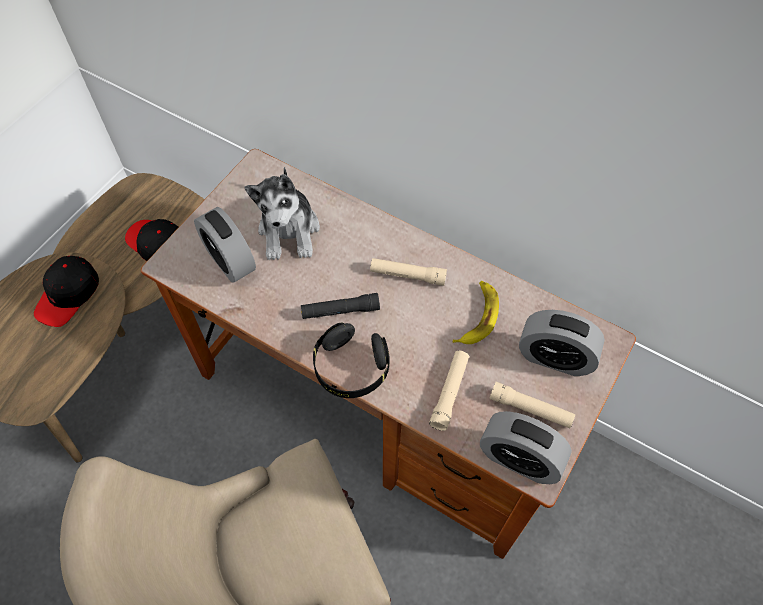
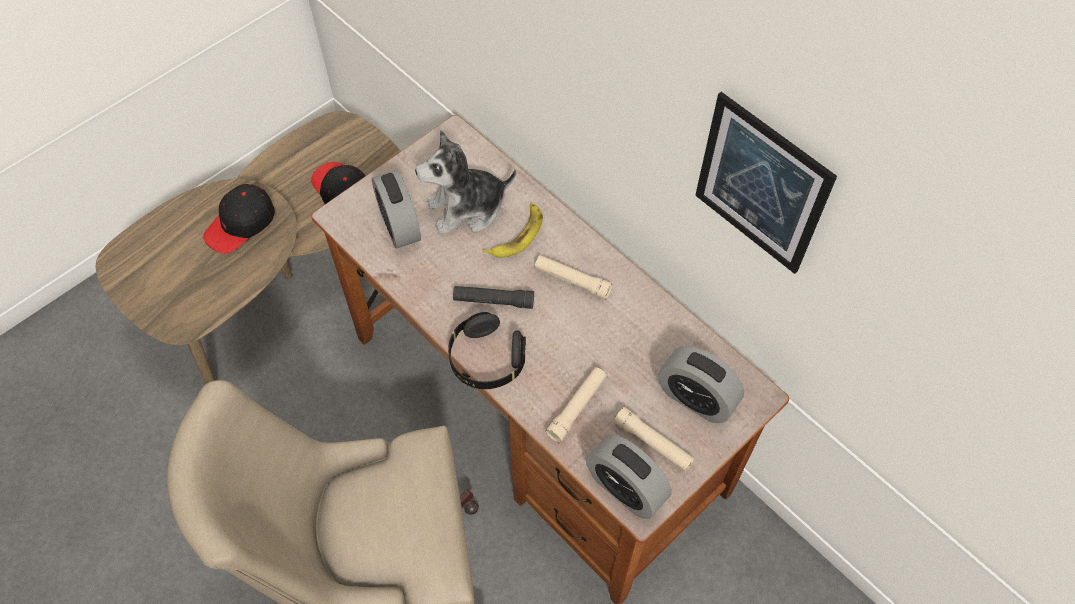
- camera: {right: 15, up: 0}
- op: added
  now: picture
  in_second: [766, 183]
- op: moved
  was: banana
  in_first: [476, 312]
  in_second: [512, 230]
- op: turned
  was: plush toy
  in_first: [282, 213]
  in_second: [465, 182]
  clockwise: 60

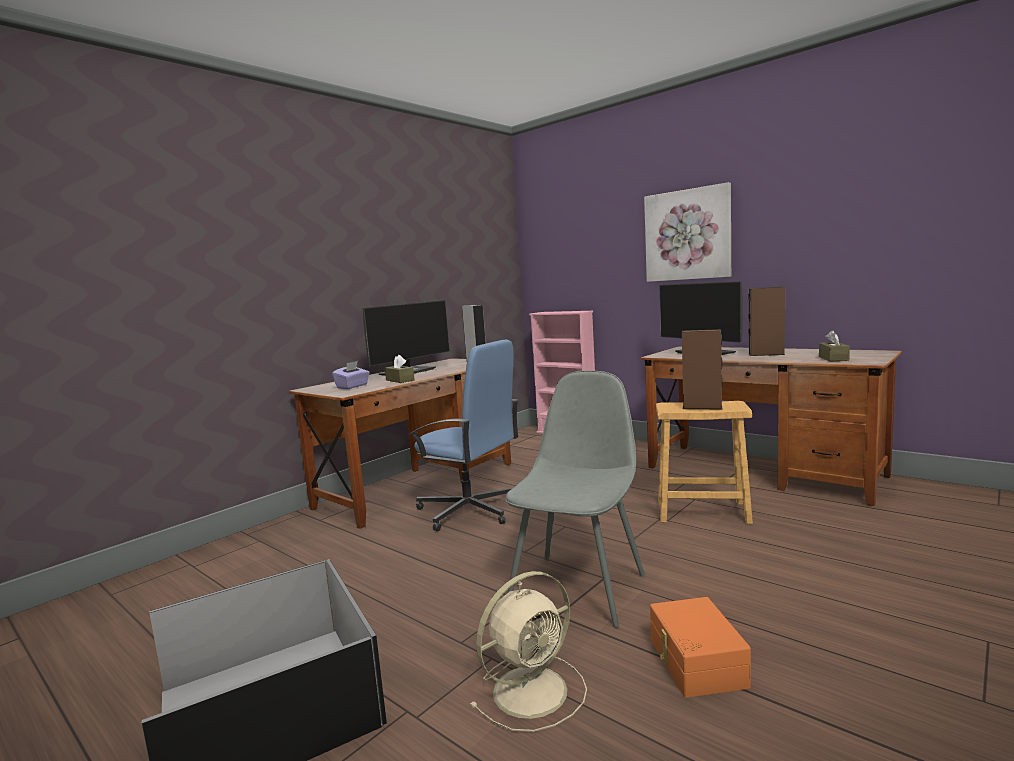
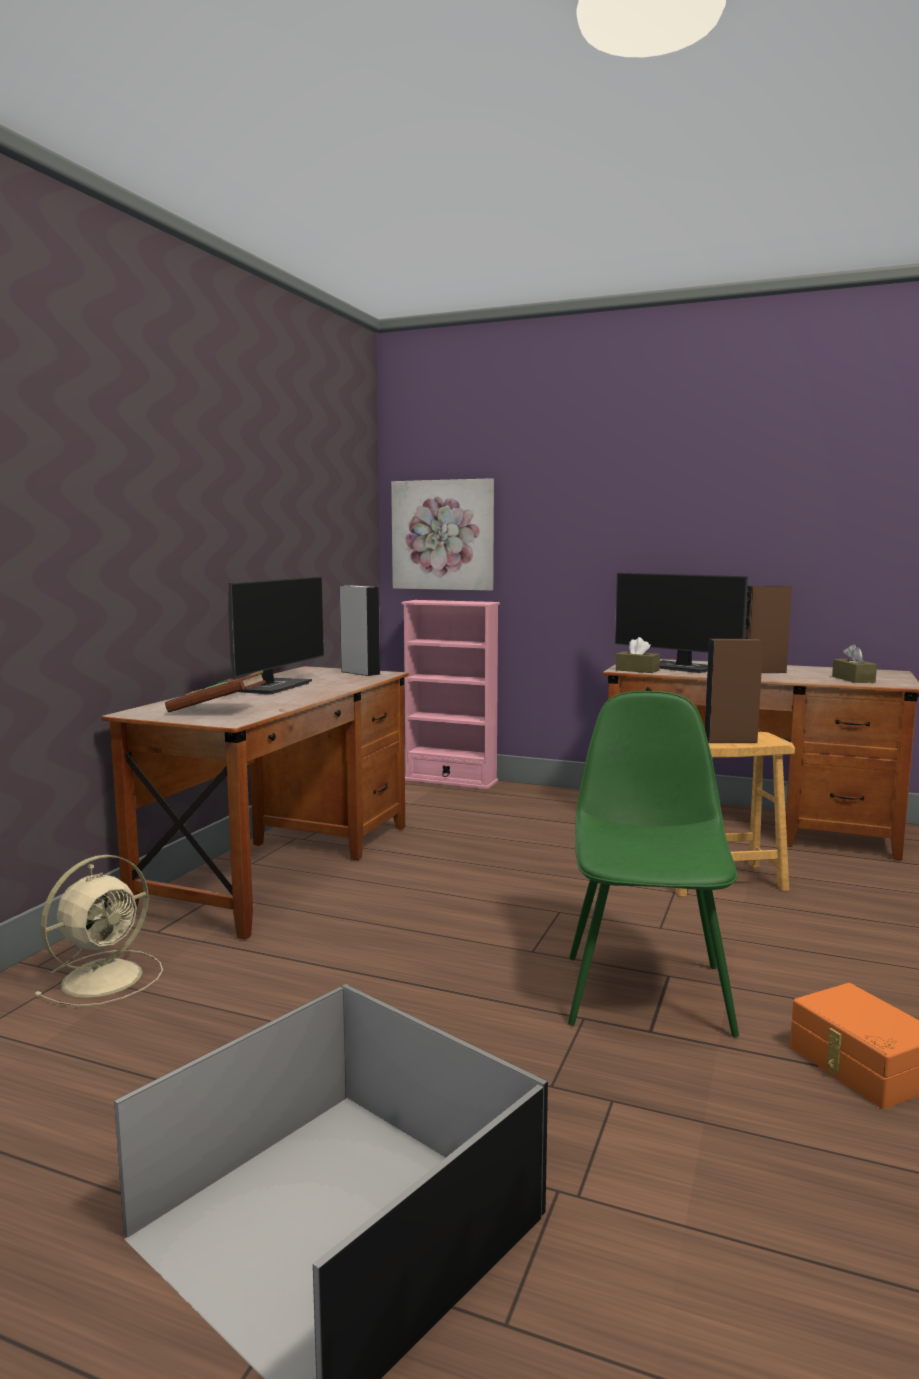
- camera: {right: -20, up: 0}
- op: removed
  was: blue office chair
  in_first: [463, 435]
- op: moved
  was: brown tissue box
  in_first: [400, 369]
  in_second: [638, 655]
- op: moved
  was: beige fan
  in_first: [528, 651]
  in_second: [98, 931]
- op: moved
  was: picture
  in_first: [687, 232]
  in_second: [442, 534]
- op: replaced
  was: purple tissue box
  now: brown book
  in_first: [351, 375]
  in_second: [215, 691]
- op: recoloured
  was: grey chair
  now: green chair
  in_first: [575, 499]
  in_second: [653, 864]

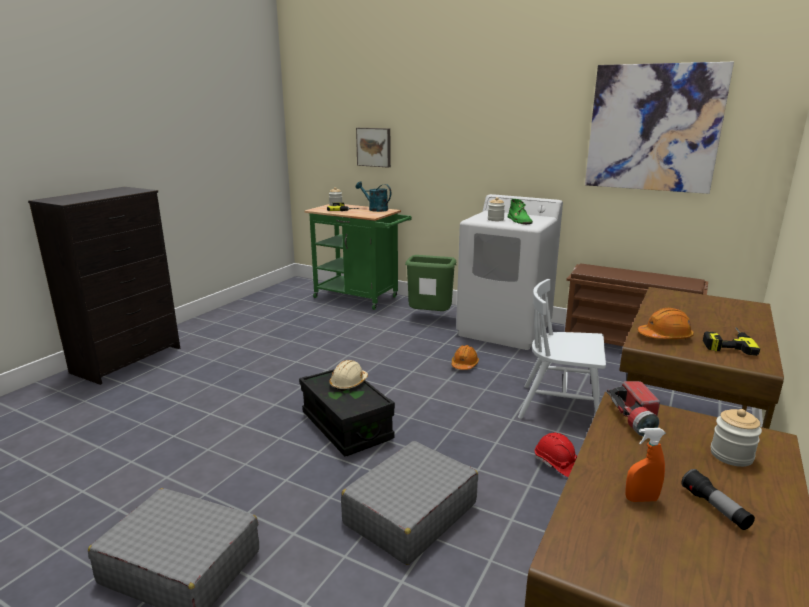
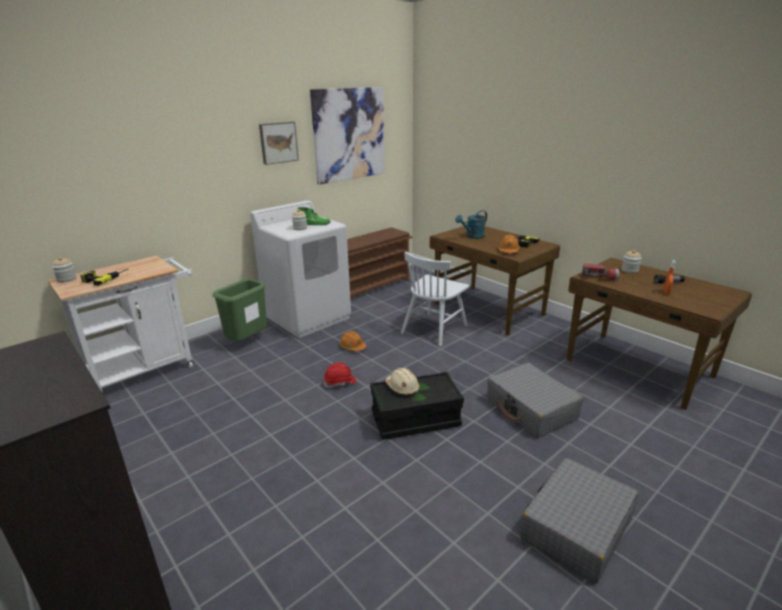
- camera: {right: -70, up: 5}
- op: moved
  was: picture
  in_first: [373, 148]
  in_second: [279, 143]
- op: moved
  was: turquoise watering can
  in_first: [373, 196]
  in_second: [471, 224]
- op: moved
  was: red hard hat
  in_first: [556, 455]
  in_second: [340, 375]
- op: recoloured
  was: green cart
  now: white cart
  in_first: [358, 257]
  in_second: [121, 324]

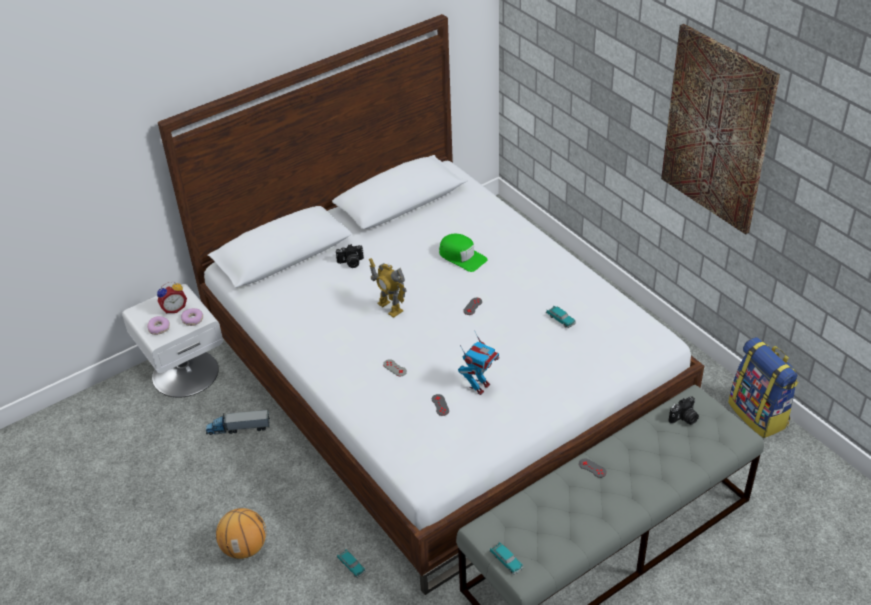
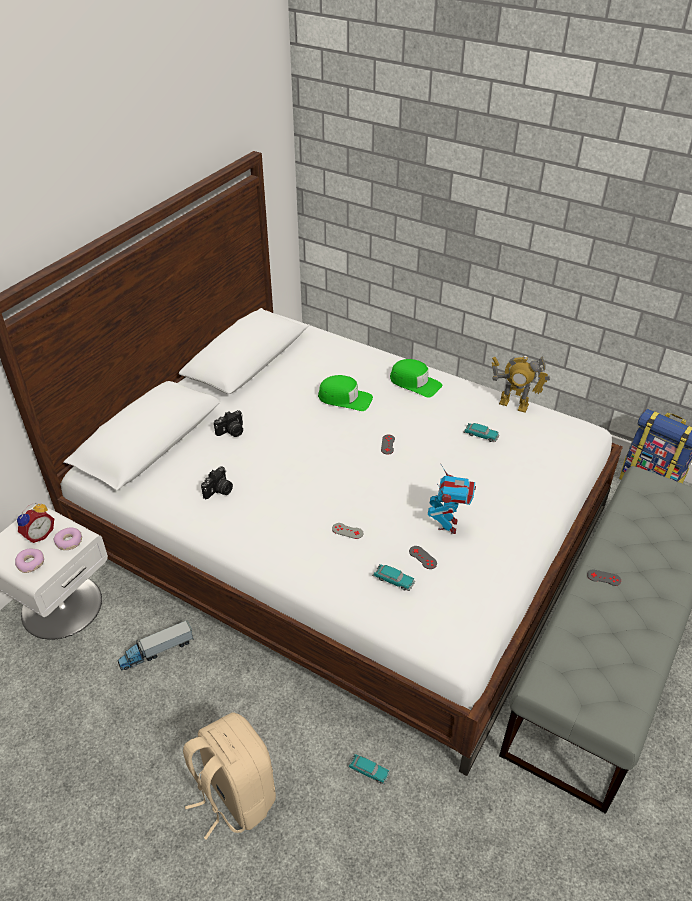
- camera: {right: -25, up: 0}
- op: removed
  was: picture
  in_first: [720, 129]
- op: added
  now: green cap
  in_second: [416, 378]
- op: moved
  was: toy robot
  in_first: [388, 288]
  in_second: [521, 384]
- op: moved
  was: toy car
  in_first: [506, 558]
  in_second: [393, 577]
- op: moved
  was: photo camera
  in_first: [683, 411]
  in_second: [217, 482]
- op: replaced
  was: basketball
  now: beige backpack
  in_first: [241, 533]
  in_second: [229, 776]

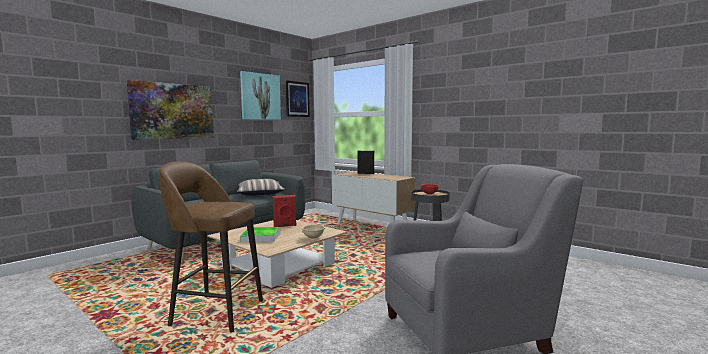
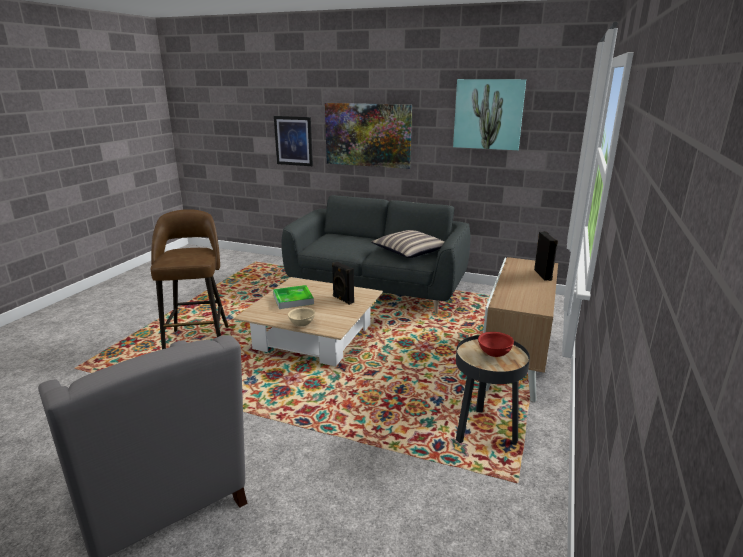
- camera: {right: 70, up: 15}
- op: moved
  was: picture
  in_first: [298, 98]
  in_second: [293, 141]
- op: recoloured
  was: red speaker
  now: black speaker
  in_first: [285, 211]
  in_second: [343, 283]

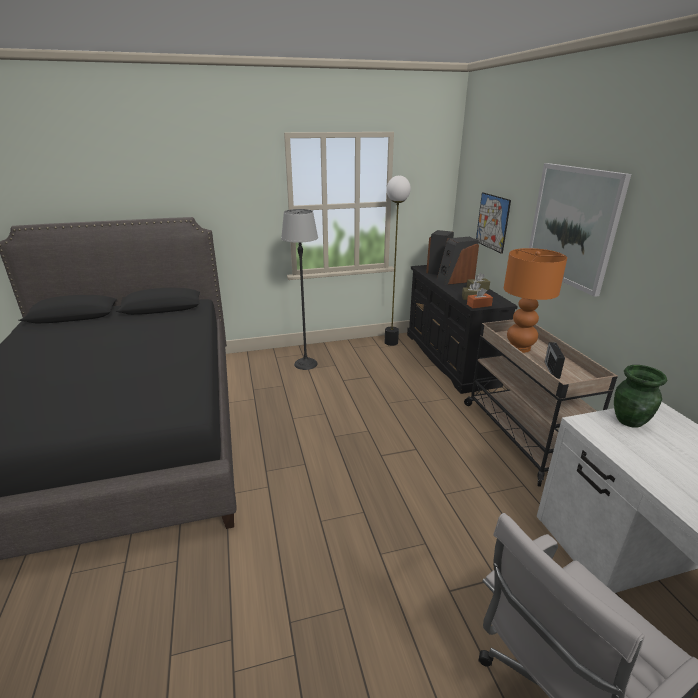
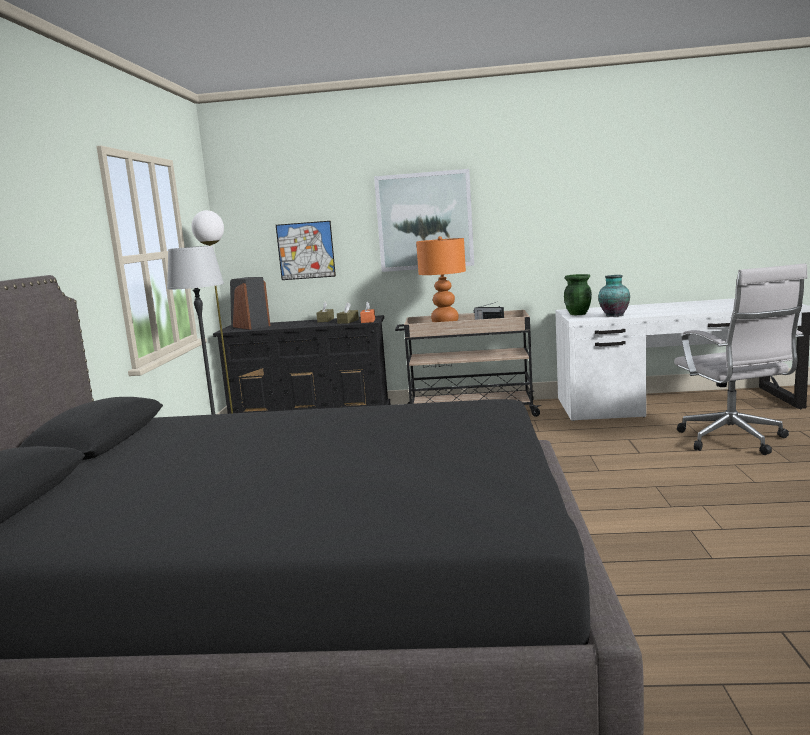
- camera: {right: -70, up: -15}
- op: removed
  was: speaker
  in_first: [458, 261]
- op: added
  now: vase
  in_second: [614, 296]

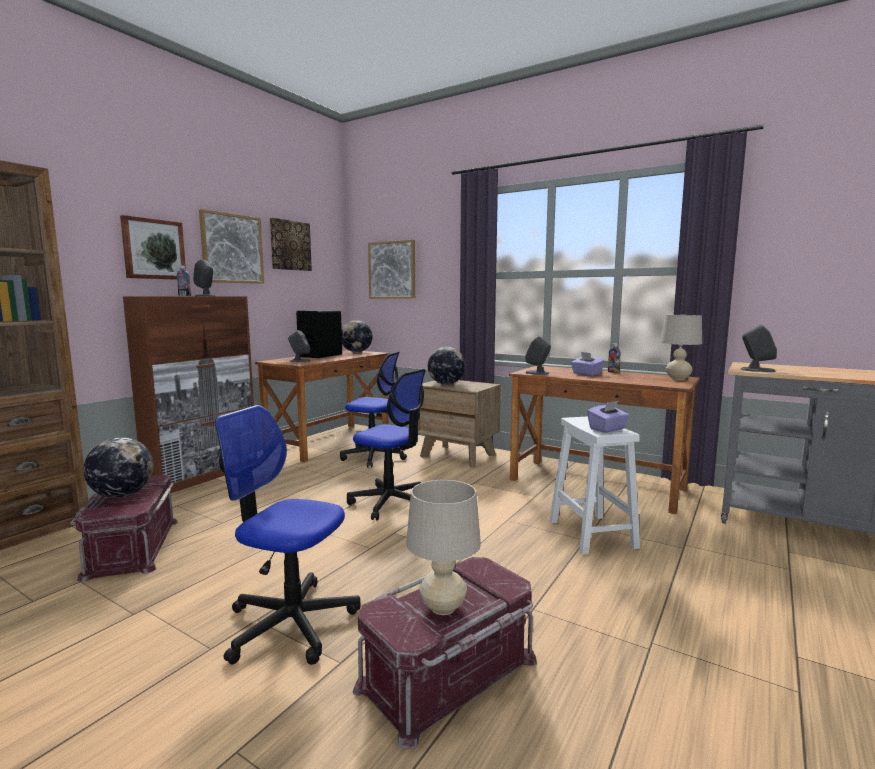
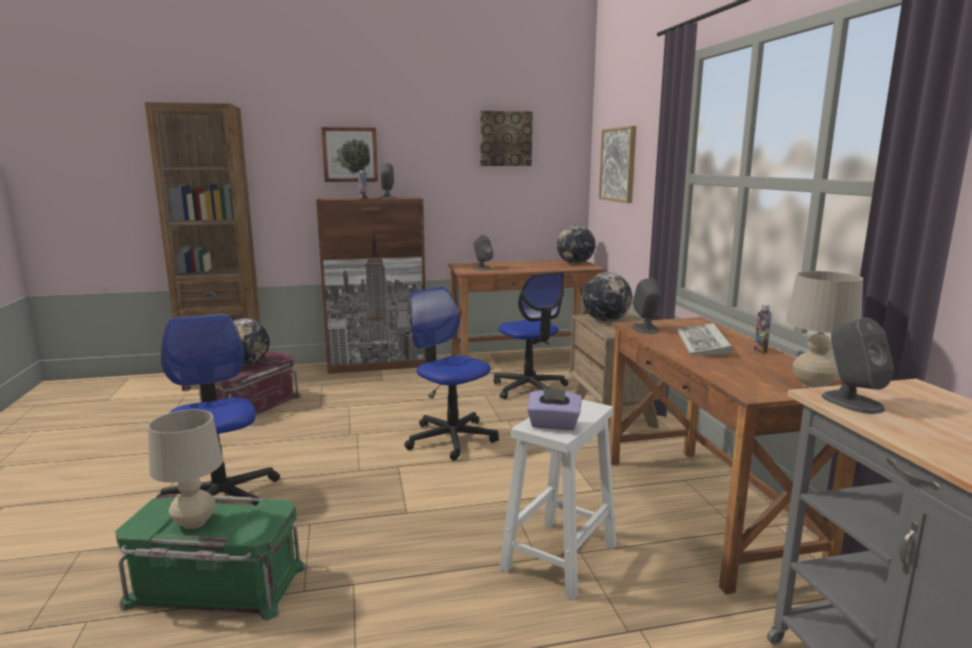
- camera: {right: 45, up: 5}
- op: removed
  was: picture
  in_first: [231, 246]
- op: removed
  was: black speaker
  in_first: [319, 334]
- op: replaced
  was: purple tissue box
  now: keyboard
  in_first: [587, 364]
  in_second: [704, 339]
- op: recoloured
  was: red storage box
  now: green storage box
  in_first: [445, 653]
  in_second: [210, 557]
- op: turned
  was: office chair
  in_first: [386, 444]
  in_second: [451, 374]
  clockwise: 150

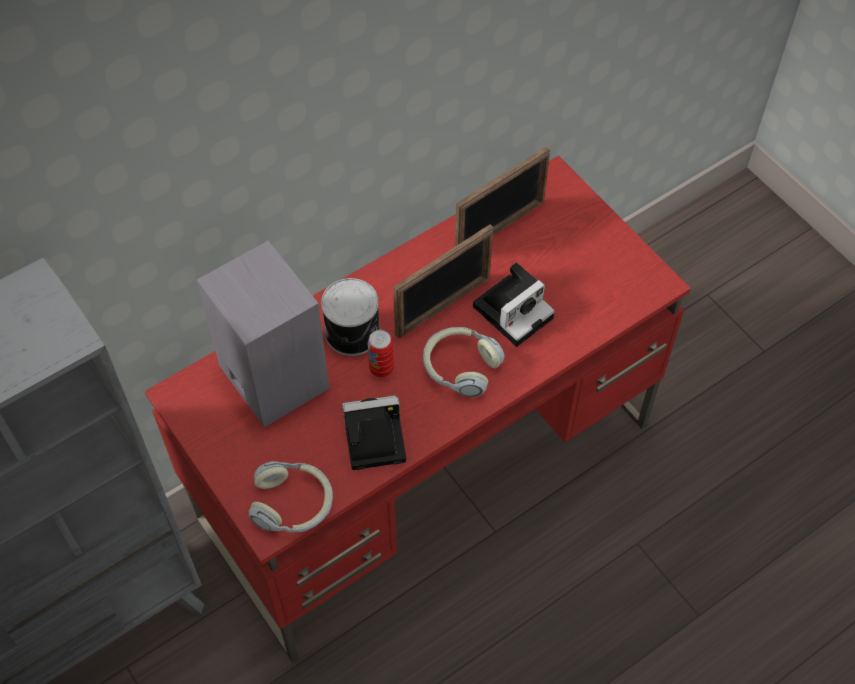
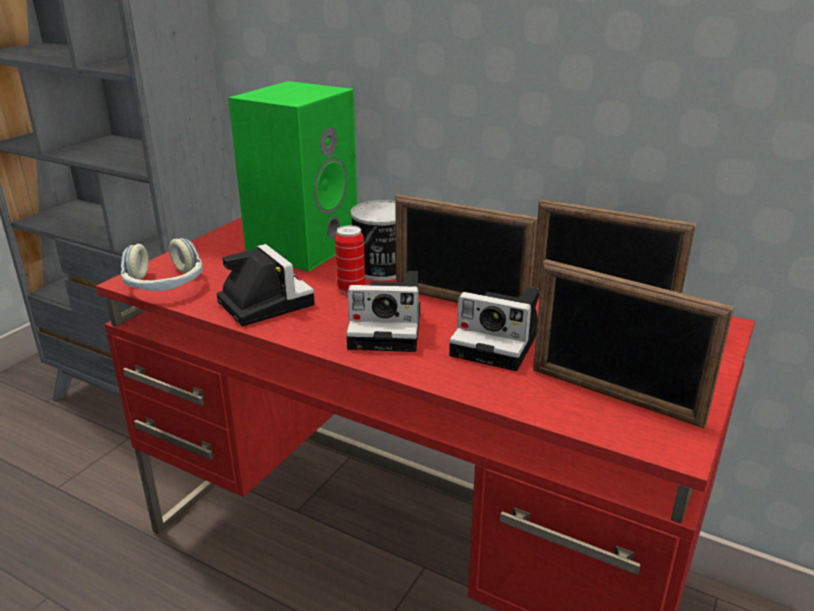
- camera: {right: 65, up: -30}
- op: added
  now: picture frame
  in_second: [633, 343]
- op: replaced
  was: headphones
  now: photo camera
  in_first: [463, 362]
  in_second: [383, 311]
- op: recoloured
  was: grey speaker
  now: green speaker
  in_first: [263, 334]
  in_second: [293, 176]

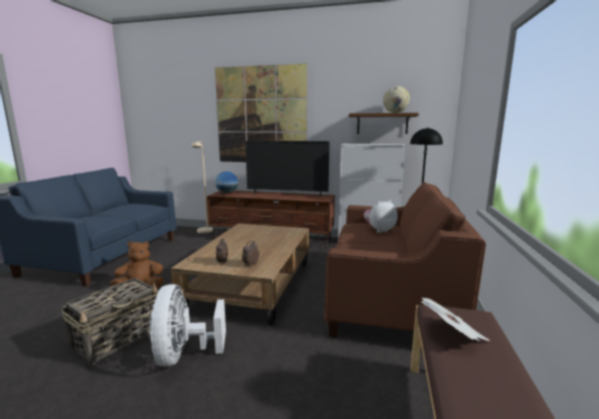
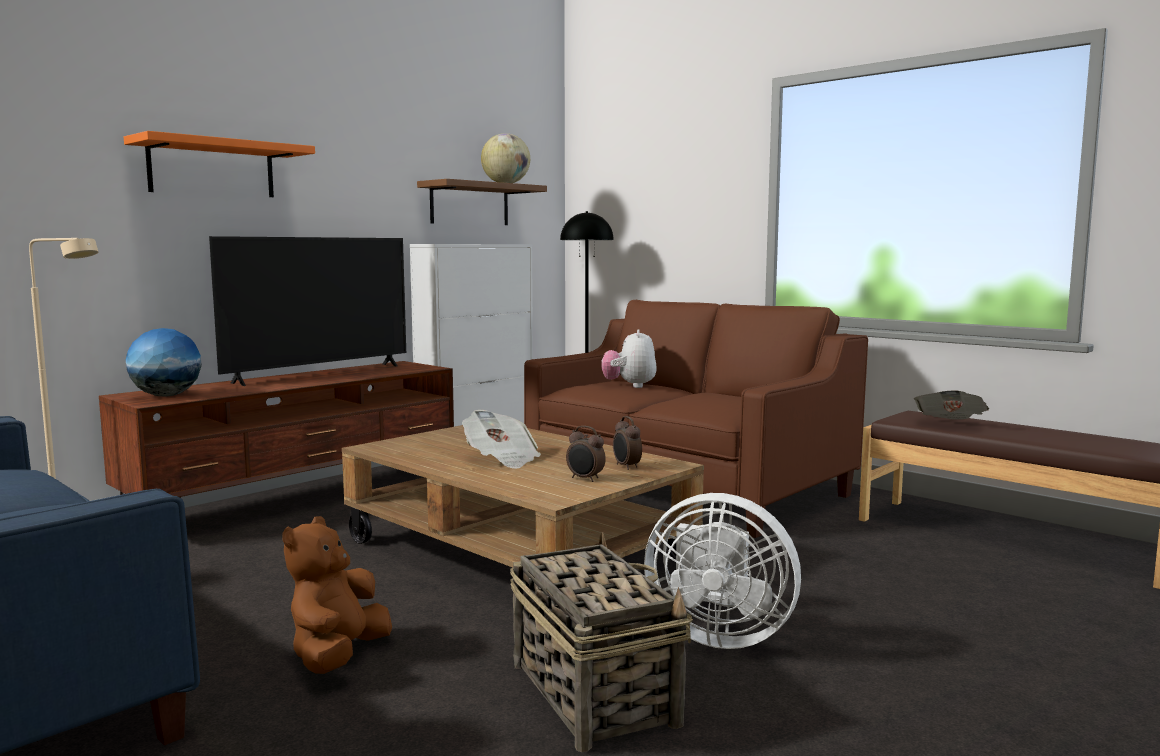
- camera: {right: -60, up: -5}
- op: added
  now: newspaper
  in_second: [501, 439]
- op: replaced
  was: picture
  now: orange shelf
  in_first: [261, 113]
  in_second: [219, 164]

